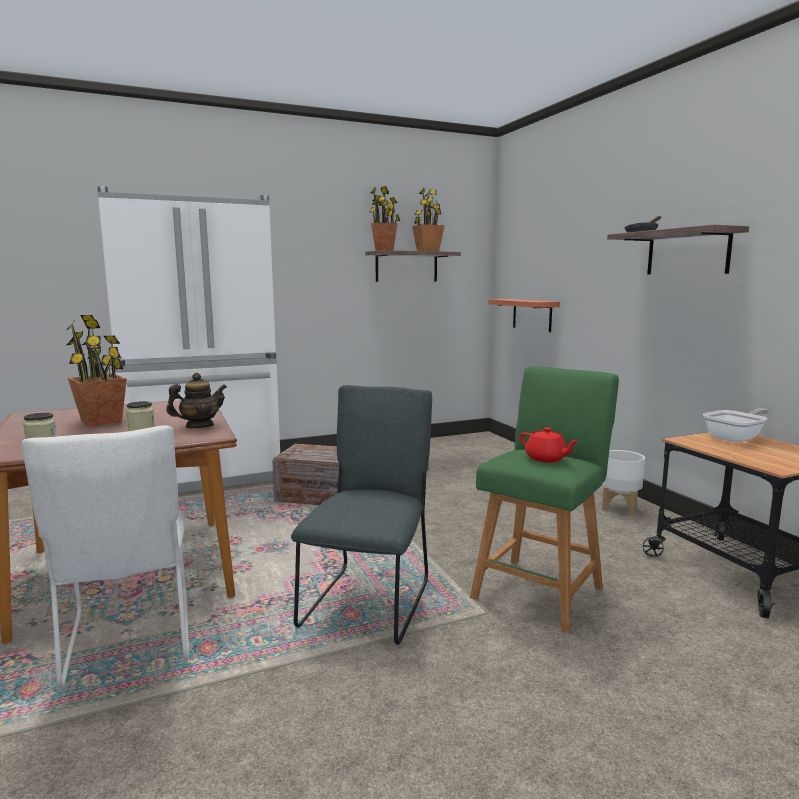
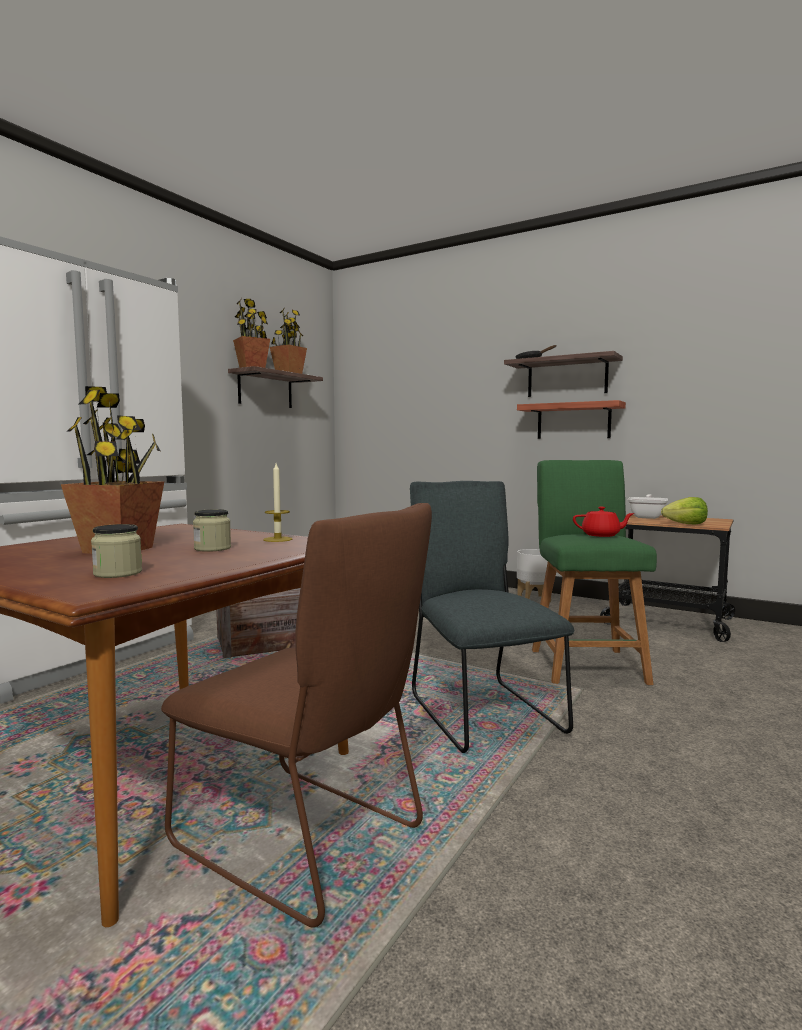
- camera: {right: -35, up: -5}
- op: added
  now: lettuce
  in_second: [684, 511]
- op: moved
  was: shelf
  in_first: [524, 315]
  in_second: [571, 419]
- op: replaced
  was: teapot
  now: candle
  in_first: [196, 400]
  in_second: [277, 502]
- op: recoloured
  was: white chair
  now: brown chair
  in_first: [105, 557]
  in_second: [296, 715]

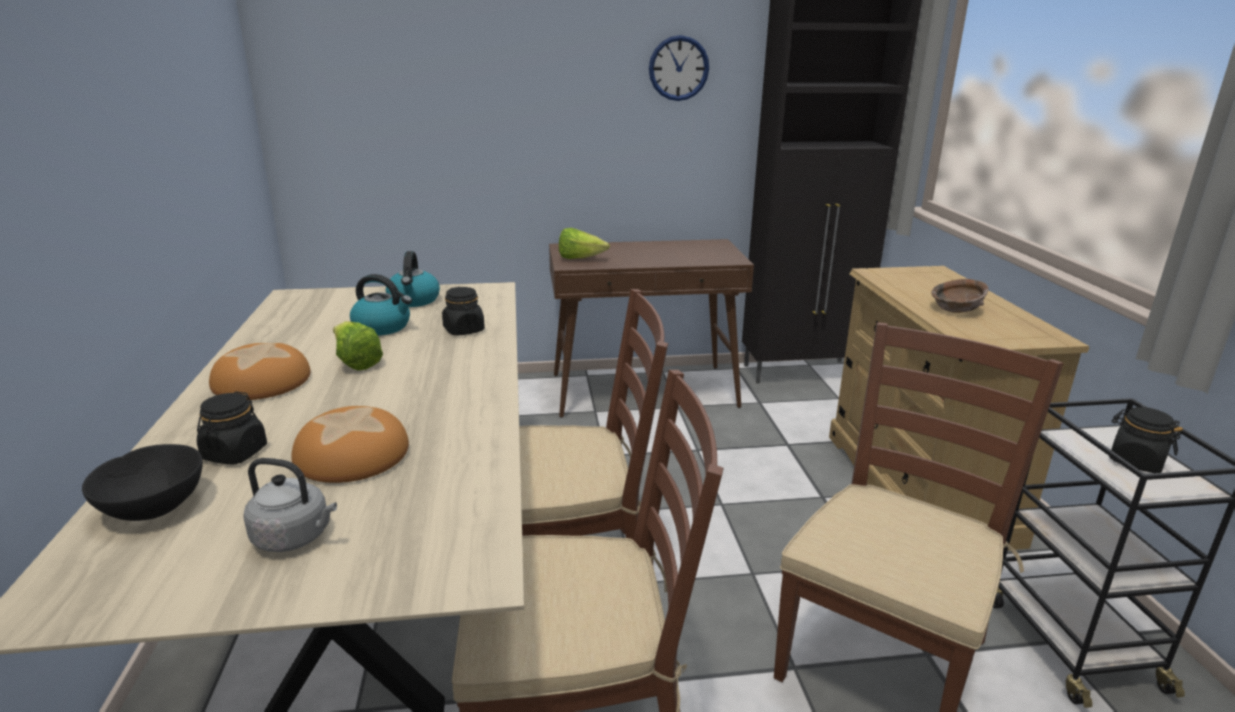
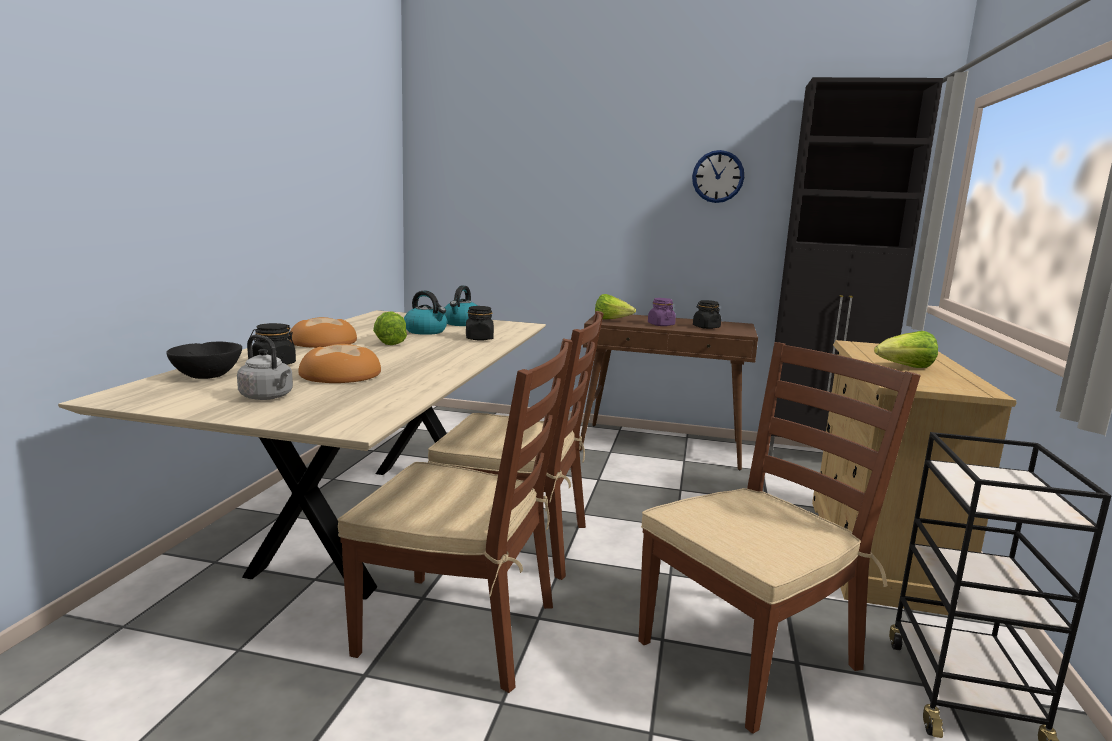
- camera: {right: 20, up: -10}
- op: added
  now: purple jar
  in_second: [662, 312]
- op: moved
  was: black jar
  in_first: [1146, 440]
  in_second: [707, 314]
- op: replaced
  was: brown bowl
  now: lettuce
  in_first: [960, 296]
  in_second: [906, 349]

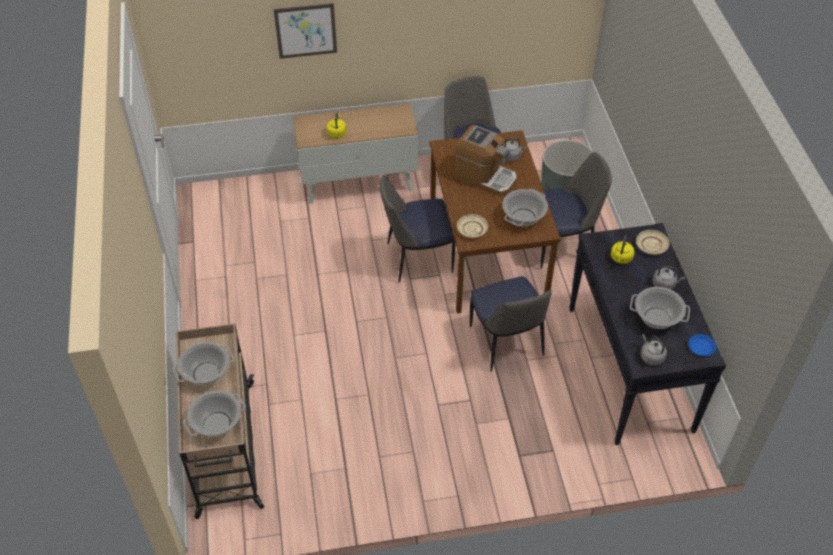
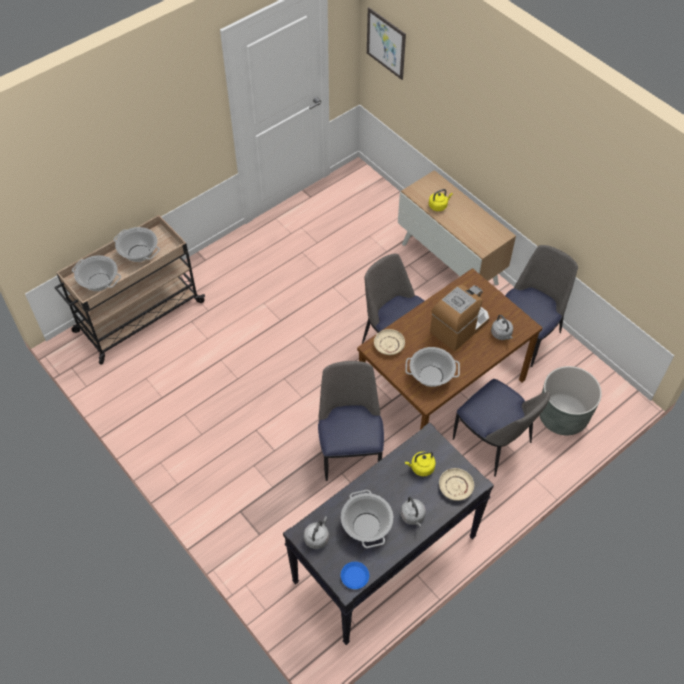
- camera: {right: 60, up: 5}
- op: moved
  was: picture
  in_first: [305, 31]
  in_second: [386, 43]
- op: turned
  was: coffee machine
  in_first: [485, 160]
  in_second: [459, 318]
  clockwise: -135
- op: turned
  was: chair
  in_first: [511, 324]
  in_second: [351, 421]
  clockwise: 135

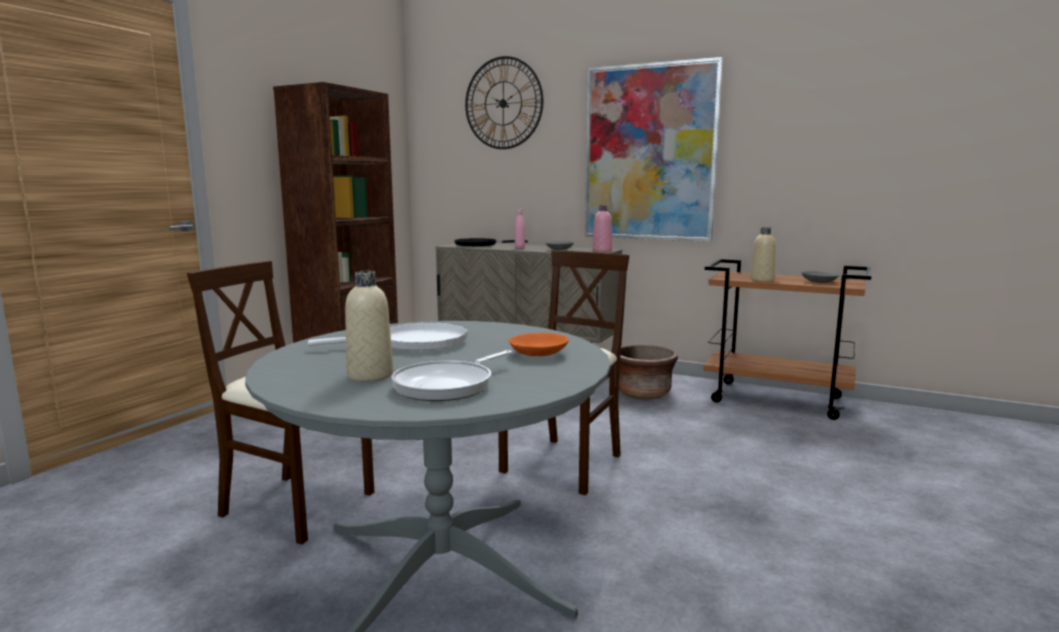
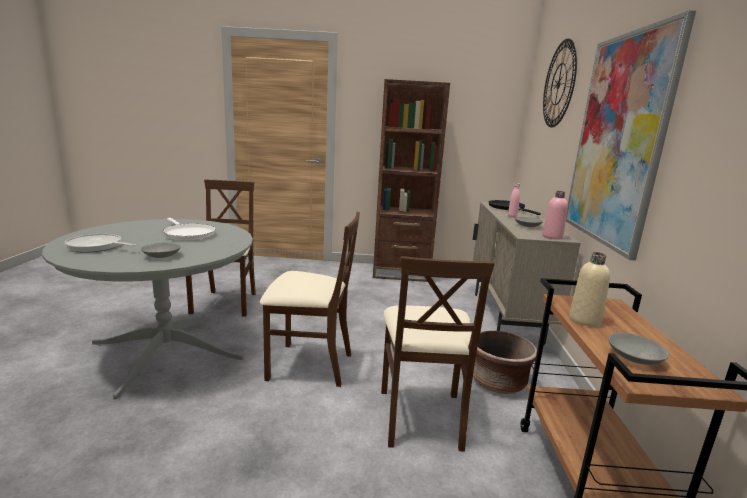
- camera: {right: 65, up: 5}
- op: removed
  was: beige bottle
  in_first: [369, 326]
- op: added
  now: beige chair
  in_second: [438, 354]
- op: recoloured
  was: orange bowl
  now: grey bowl
  in_first: [538, 344]
  in_second: [161, 250]

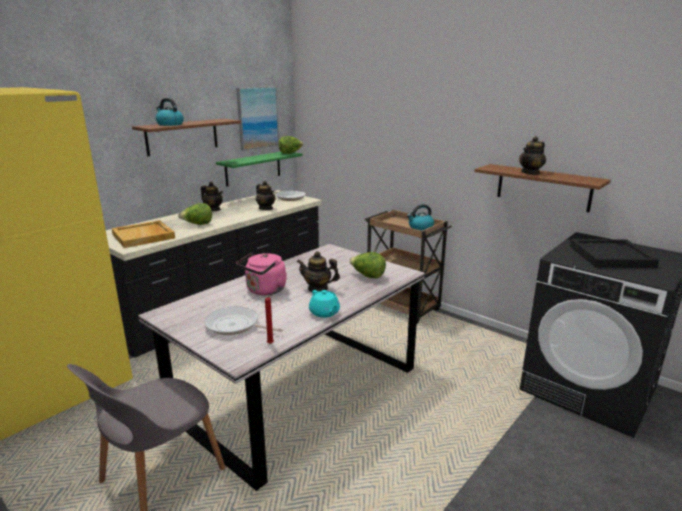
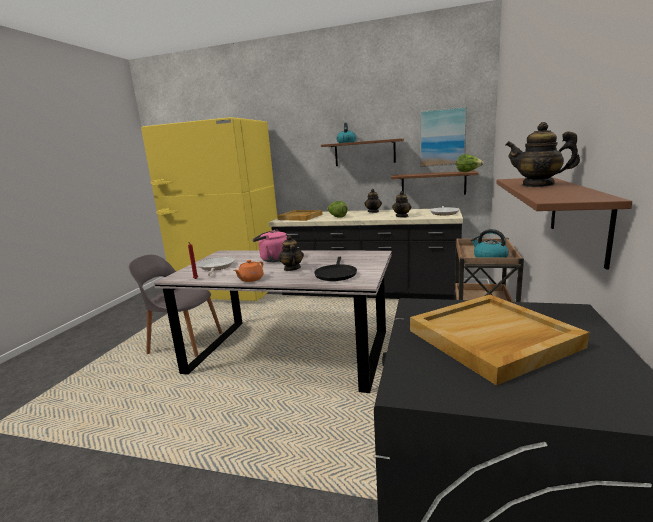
- camera: {right: 65, up: -5}
- op: replaced
  was: lettuce
  now: black frying pan
  in_first: [367, 265]
  in_second: [335, 269]
- op: recoloured
  was: green shelf
  now: brown shelf
  in_first: [259, 169]
  in_second: [435, 183]
- op: recoloured
  was: turquoise teapot
  now: orange teapot
  in_first: [324, 304]
  in_second: [248, 271]
- op: recoloured
  was: black tray
  now: beige tray
  in_first: [614, 253]
  in_second: [499, 340]

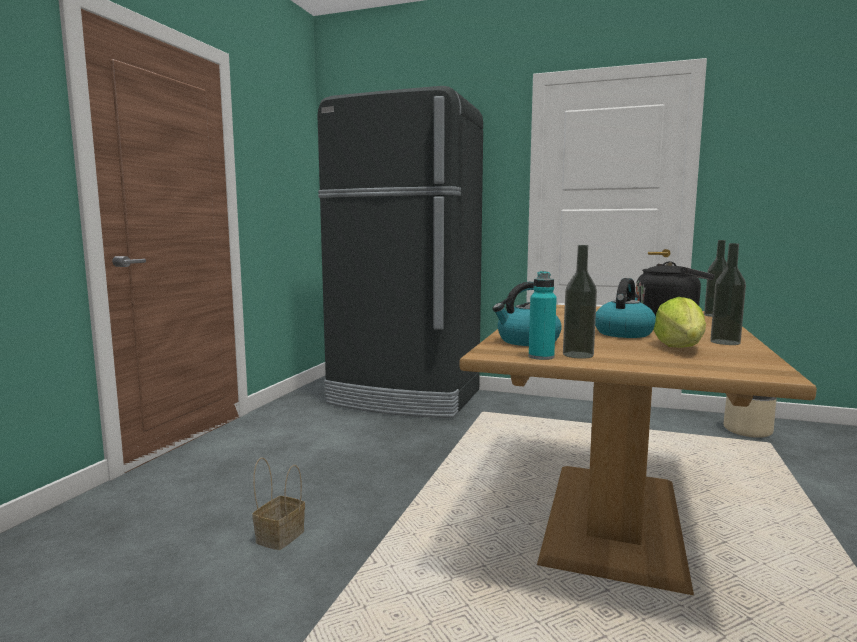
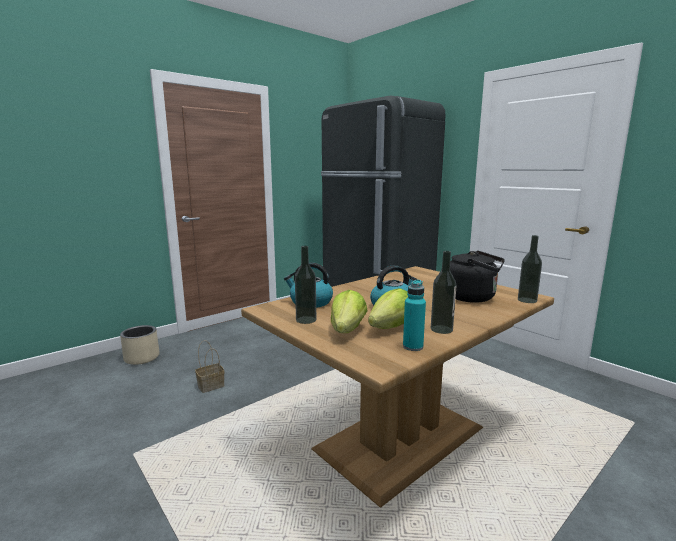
- camera: {right: 30, up: 5}
- op: added
  now: lettuce
  in_second: [349, 311]
- op: moved
  was: turquoise bottle
  in_first: [543, 315]
  in_second: [414, 315]
- op: moved
  was: beige planter
  in_first: [750, 416]
  in_second: [139, 345]

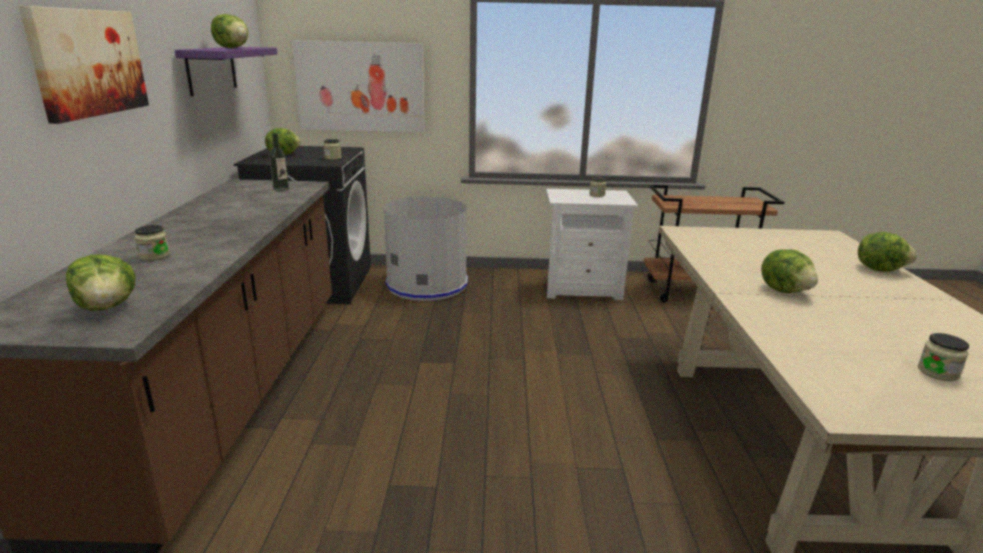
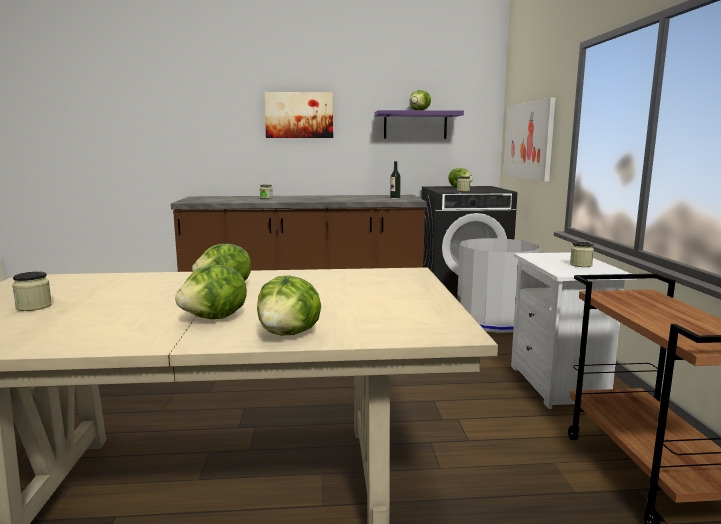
- camera: {right: 85, up: -10}
- op: moved
  was: lettuce
  in_first: [101, 283]
  in_second: [211, 292]

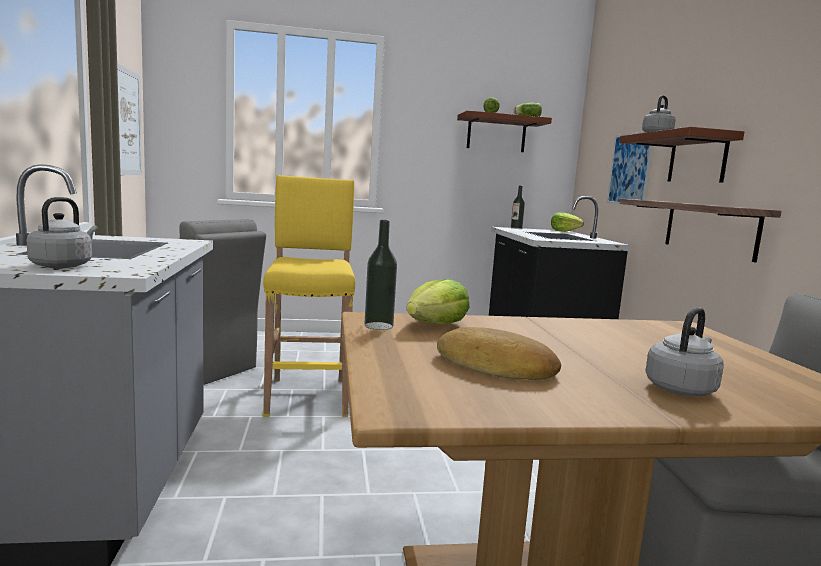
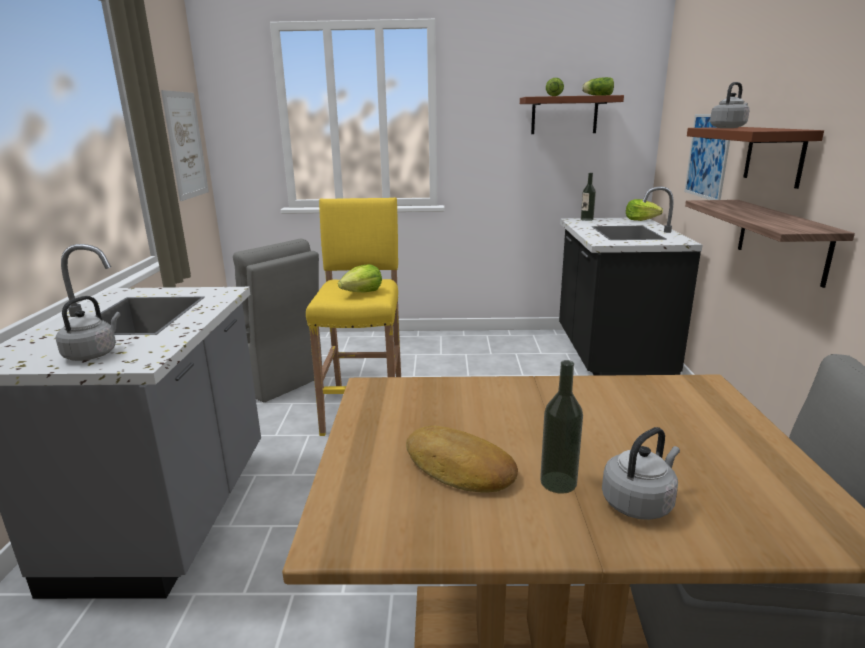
- camera: {right: 10, up: 10}
- op: moved
  was: bottle
  in_first: [380, 275]
  in_second: [561, 427]
- op: moved
  was: lettuce
  in_first: [437, 301]
  in_second: [360, 278]

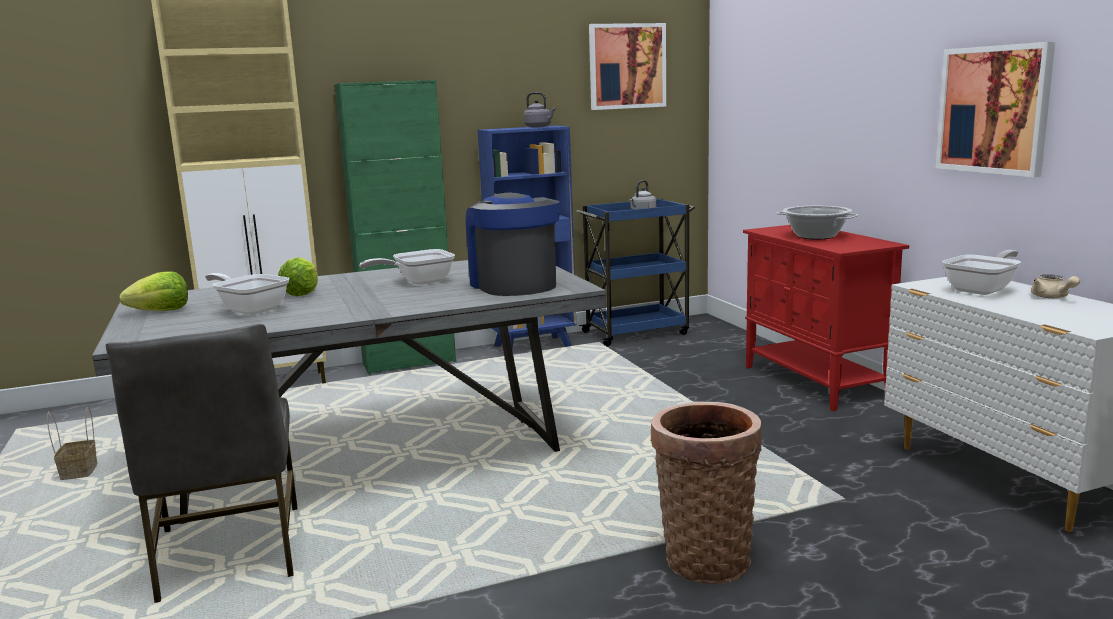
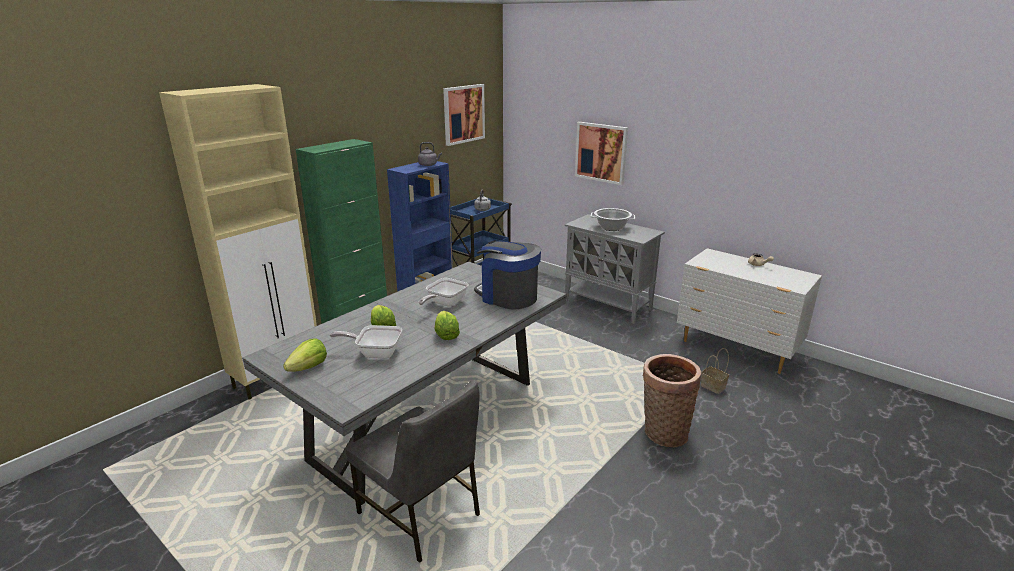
- camera: {right: -30, up: 10}
- op: removed
  was: frying pan
  in_first: [981, 272]
- op: added
  now: lettuce
  in_second: [447, 325]
- op: moved
  was: basket
  in_first: [72, 443]
  in_second: [715, 371]
- op: moved
  was: picture
  in_first: [995, 109]
  in_second: [601, 153]
- op: recoloured
  was: red cabinet
  now: grey cabinet
  in_first: [826, 318]
  in_second: [615, 269]

